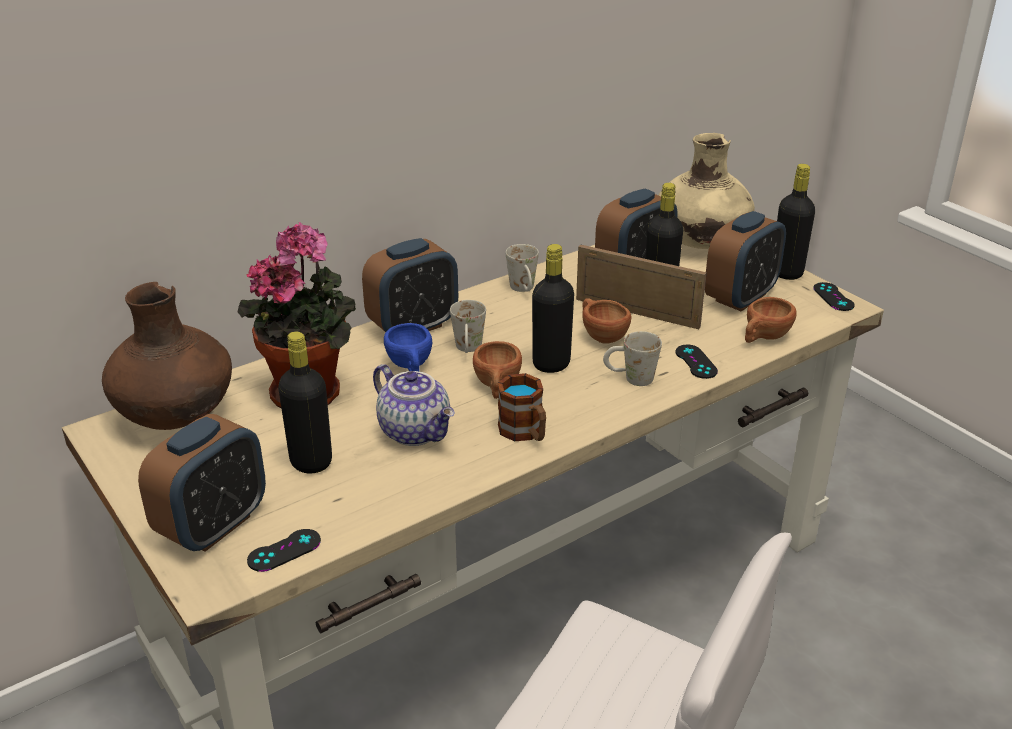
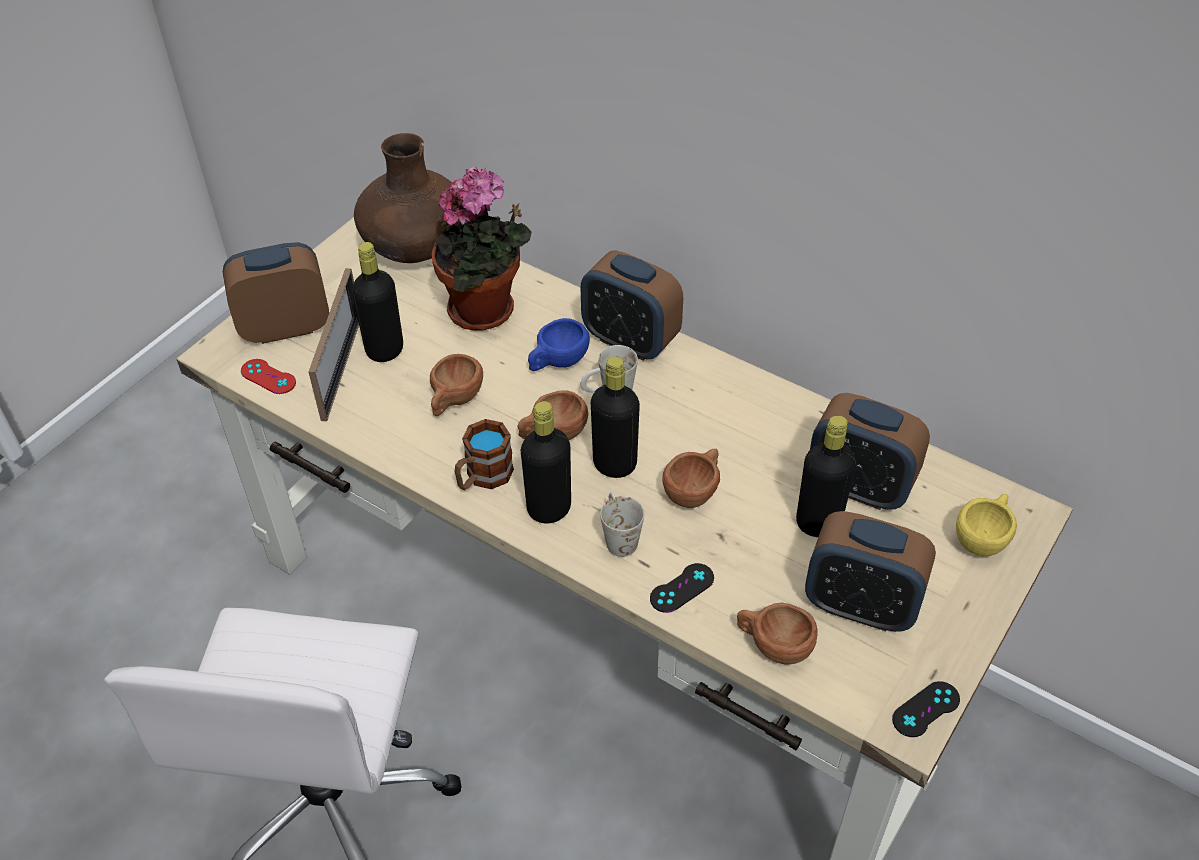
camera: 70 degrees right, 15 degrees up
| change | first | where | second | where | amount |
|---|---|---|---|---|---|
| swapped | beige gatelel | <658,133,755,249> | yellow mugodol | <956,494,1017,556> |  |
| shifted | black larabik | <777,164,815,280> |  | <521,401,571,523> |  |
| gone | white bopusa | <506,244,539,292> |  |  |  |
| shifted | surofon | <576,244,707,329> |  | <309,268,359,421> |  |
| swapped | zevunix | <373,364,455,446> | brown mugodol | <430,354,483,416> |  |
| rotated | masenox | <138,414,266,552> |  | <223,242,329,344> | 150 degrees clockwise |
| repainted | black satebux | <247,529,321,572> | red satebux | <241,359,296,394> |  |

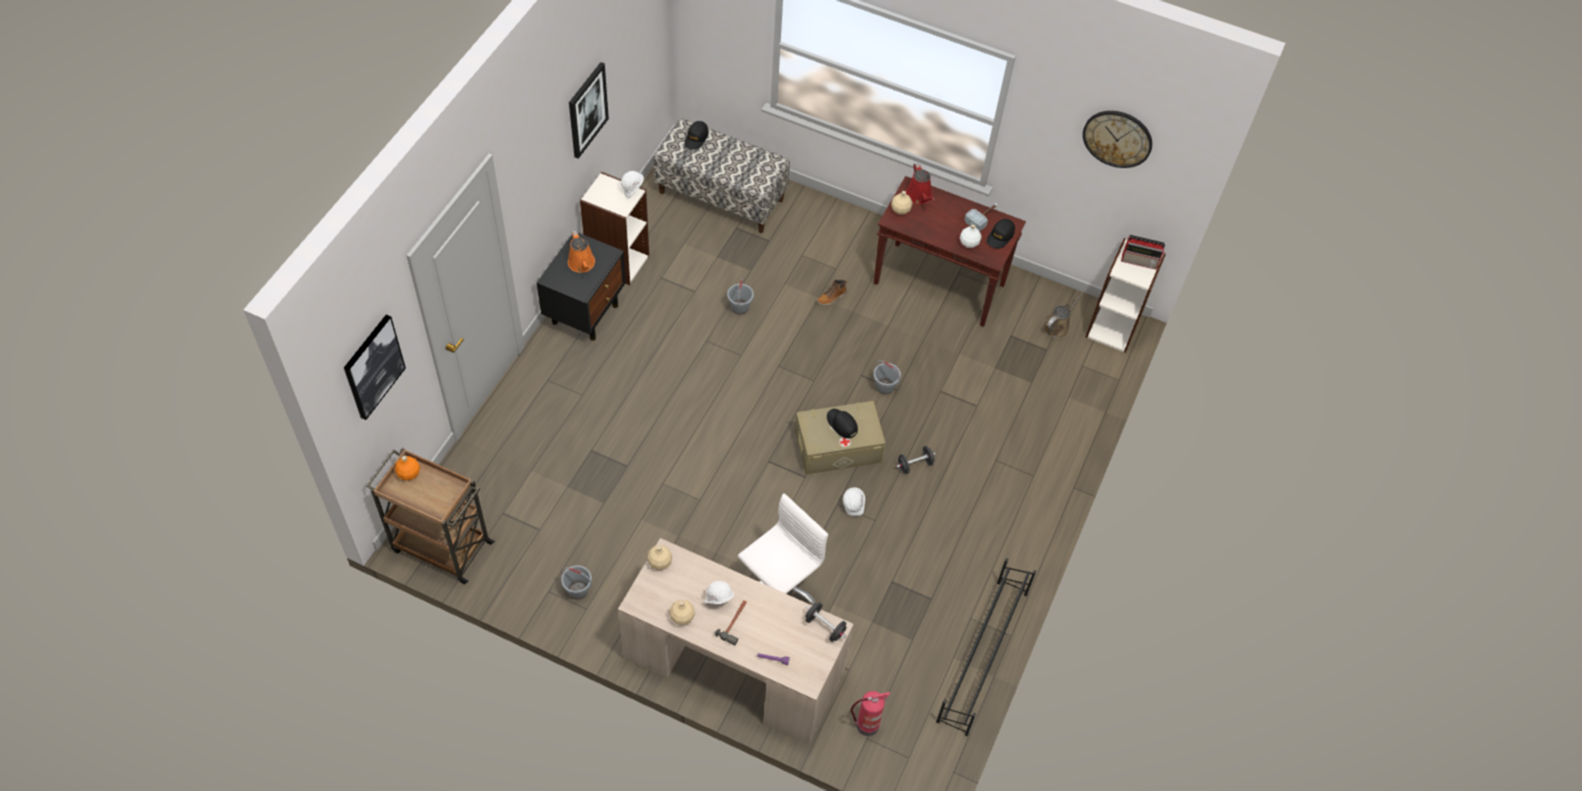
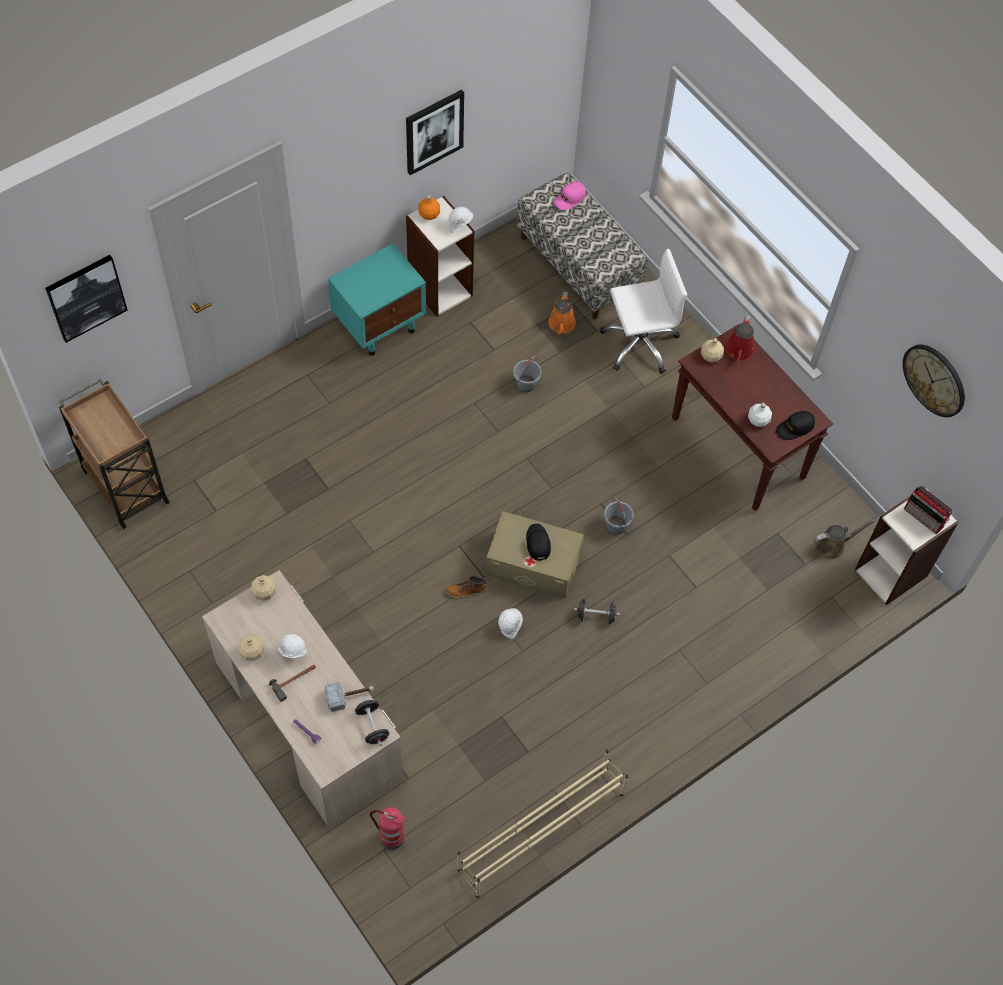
camera: 30 degrees right, 5 degrees up
| change | first | where | second | where | amount |
|---|---|---|---|---|---|
| repainted | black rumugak | <685,121,709,150> | pink rumugak | <553,182,586,210> |  |
| shifted | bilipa | <964,203,998,231> |  | <324,682,374,712> |  |
| shifted | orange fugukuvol | <568,230,595,273> |  | <548,291,576,335> |  |
| repainted | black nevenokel | <536,233,626,341> | turquoise nevenokel | <328,243,426,356> |  |
| shifted | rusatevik | <817,280,847,306> |  | <446,576,487,599> |  |
| shifted | orange larabik | <395,456,420,481> |  | <418,195,440,220> |  |
| shifted | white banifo | <738,493,828,606> |  | <600,249,687,374> |  |
| repainted | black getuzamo | <936,559,1036,736> | beige getuzamo | <457,750,629,898> |  |
| gone | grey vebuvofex | <561,566,592,599> |  |  |  |

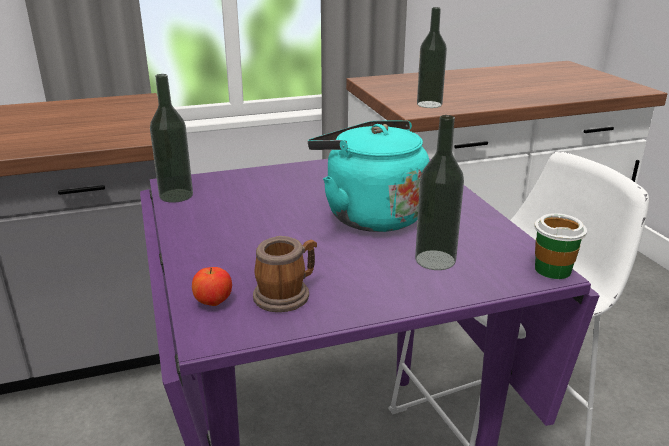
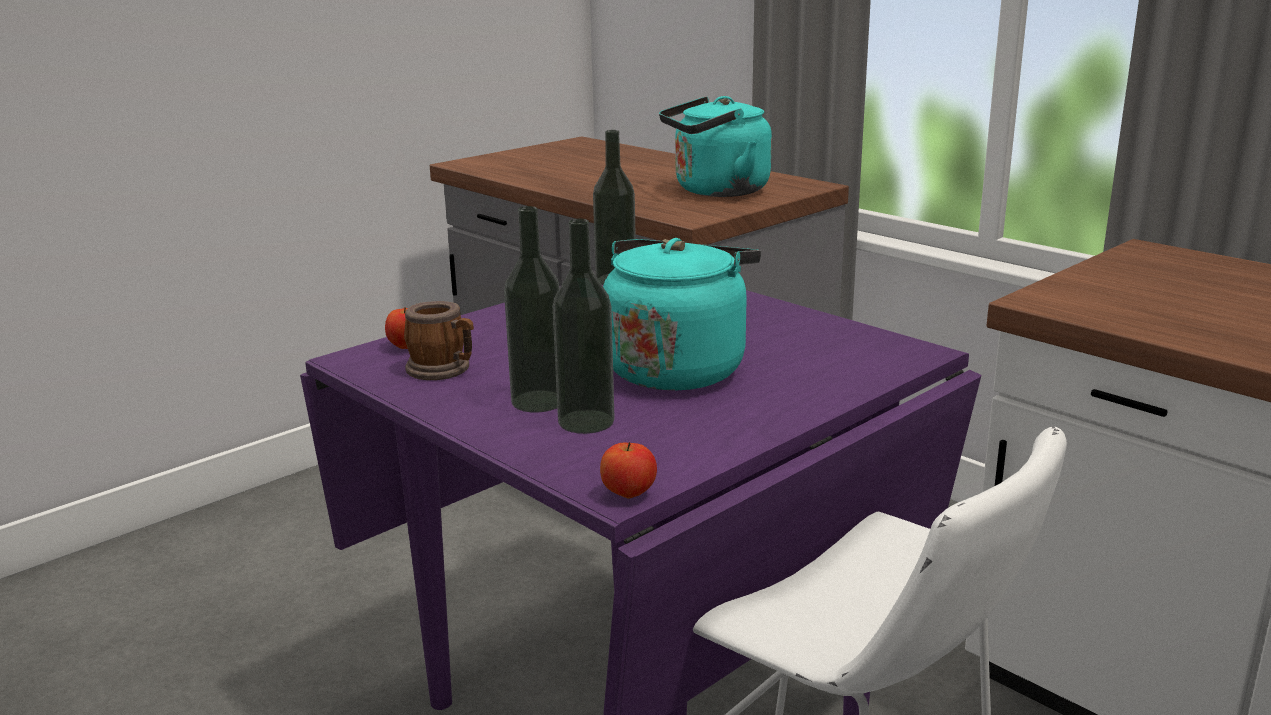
camera: 65 degrees right, 5 degrees down
| change | first | where | second | where | amount |
|---|---|---|---|---|---|
| shifted | larabik | <417,7,447,108> |  | <504,206,560,413> |  |
| swapped | mugodol | <534,213,587,279> | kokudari | <600,442,657,499> |  |
| new |  |  | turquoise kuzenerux | <659,96,772,197> |  |

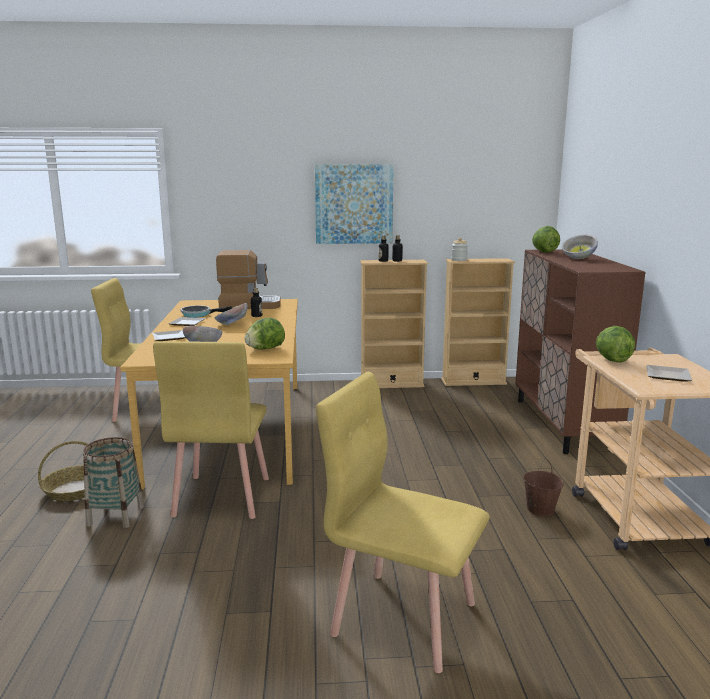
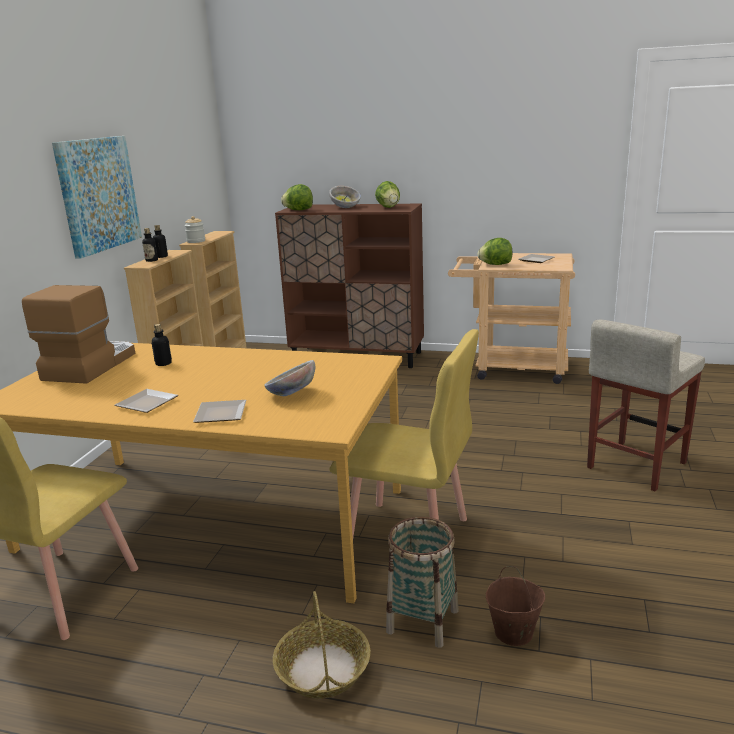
camera: 70 degrees left, 5 degrees up
| change | first | where | second | where | amount |
|---|---|---|---|---|---|
| gone | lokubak | <215,303,248,325> |  |  |  |
| gone | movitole | <180,305,232,318> |  |  |  |
| shifted | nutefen | <245,318,285,350> |  | <375,181,400,208> |  |
| swapped | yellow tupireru | <316,372,490,673> | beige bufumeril | <587,320,705,491> |  |
| shifted | brown vebuvofex | <524,459,564,516> |  | <486,566,545,646> |  |

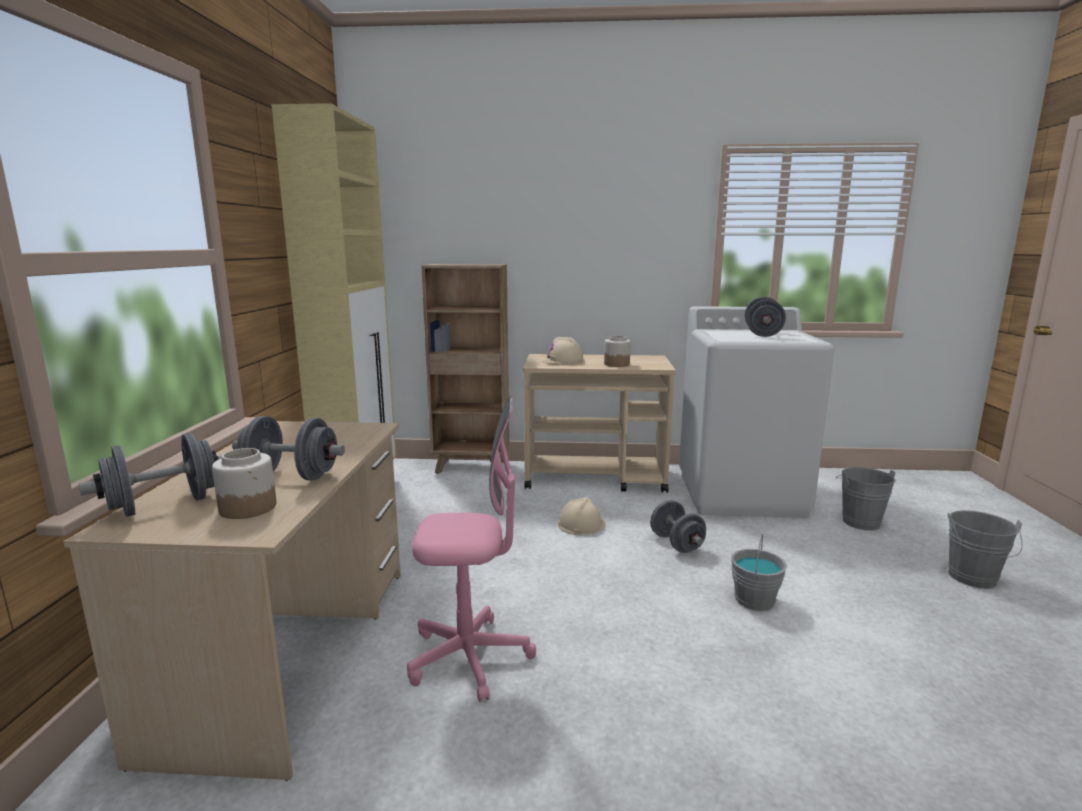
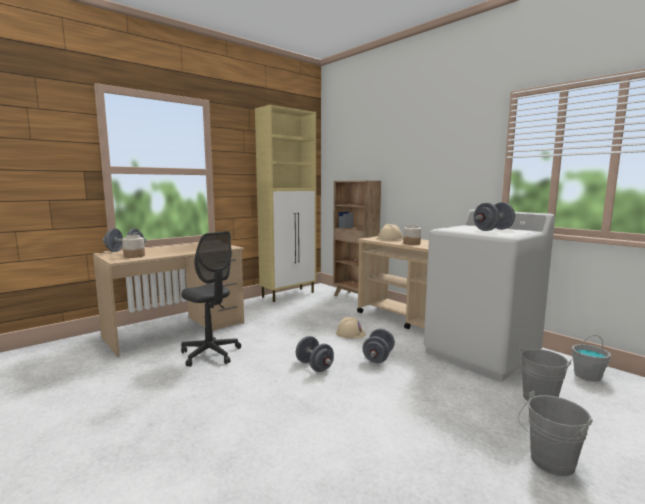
camera: 45 degrees right, 5 degrees down
| change | first | where | second | where | amount |
|---|---|---|---|---|---|
| repainted | pink banifo | <407,396,536,702> | grey banifo | <181,231,241,367> |  |
| shifted | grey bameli | <232,416,345,481> |  | <296,336,334,372> |  |
| shifted | grey vebuvofex | <731,534,787,611> |  | <572,335,611,381> |  |

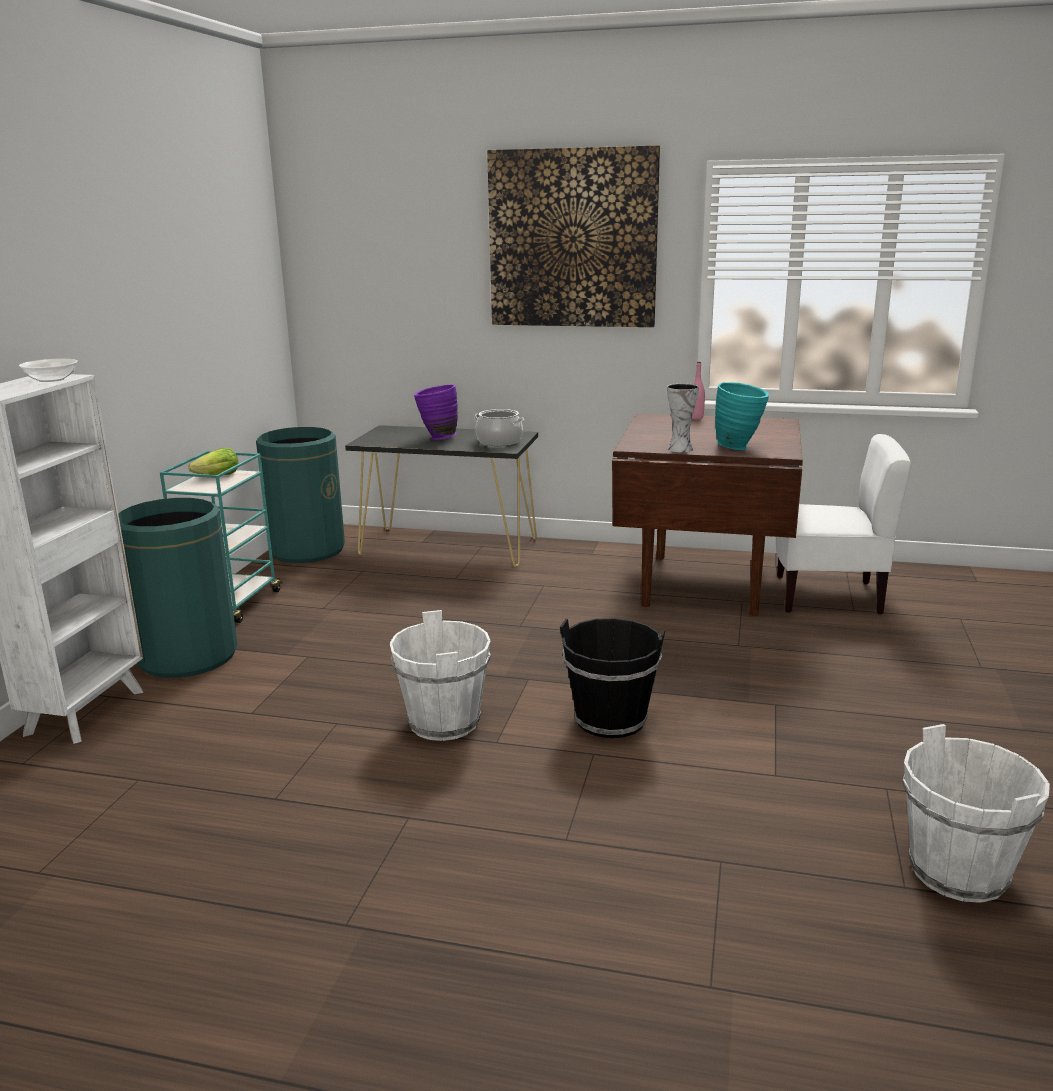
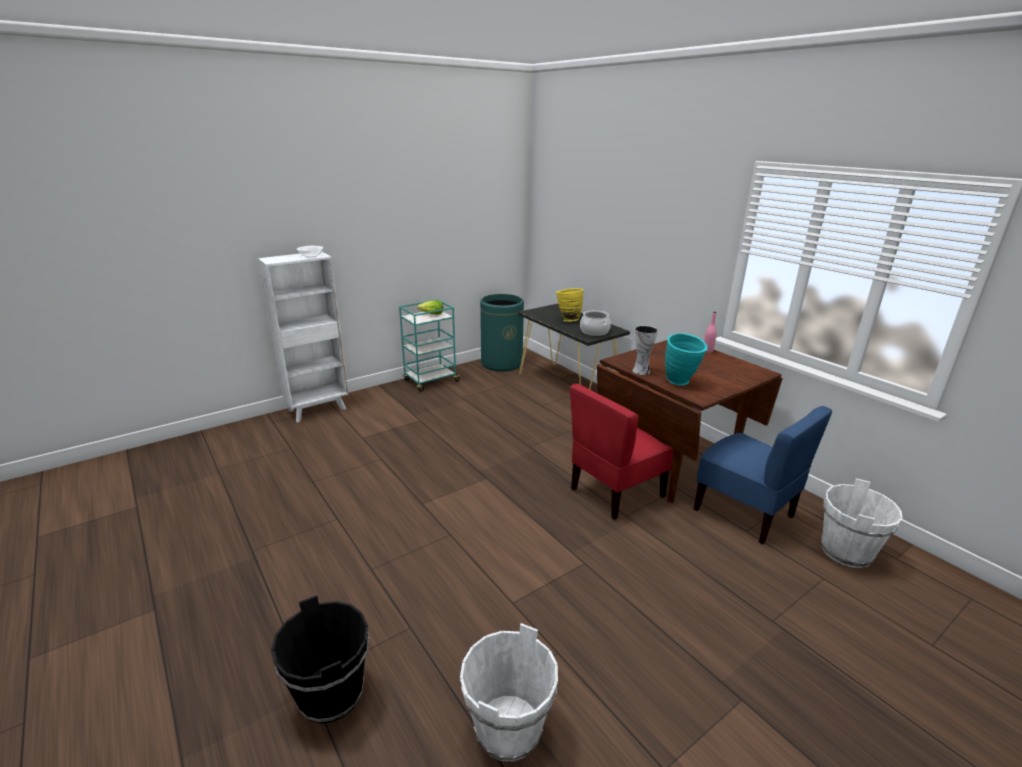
camera: 40 degrees right, 5 degrees up
| change | first | where | second | where | amount |
|---|---|---|---|---|---|
| gone | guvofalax | <487,145,660,327> |  |  |  |
| repainted | purple gatelel | <414,385,458,440> | yellow gatelel | <556,288,583,322> |  |
| repainted | white tupireru | <776,434,911,615> | blue tupireru | <693,406,832,544> |  |
| gone | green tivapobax | <118,498,237,678> |  |  |  |
| shifted | white vebuvofex | <390,610,491,741> |  | <821,478,903,568> |  |
| shifted | black vebuvofex | <560,618,665,738> |  | <271,595,369,724> |  |
| new |  |  | red tupireru | <570,384,673,520> |  |

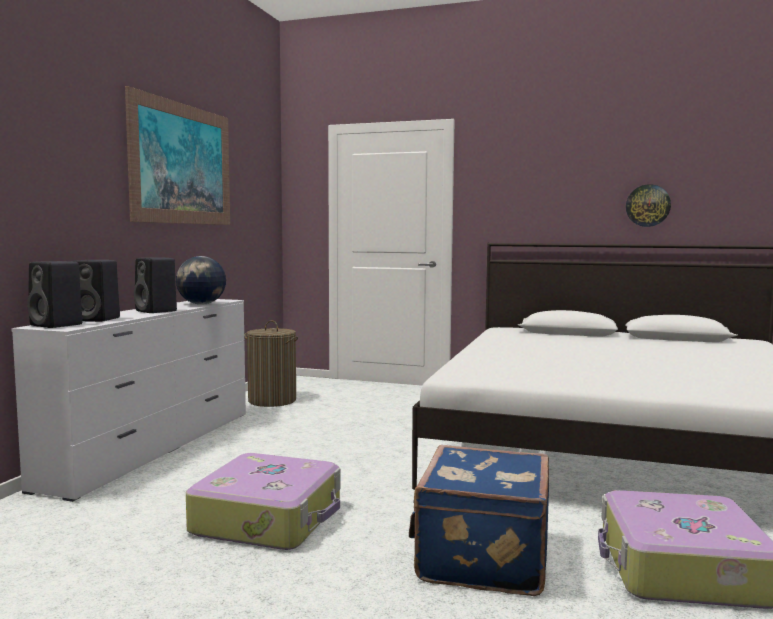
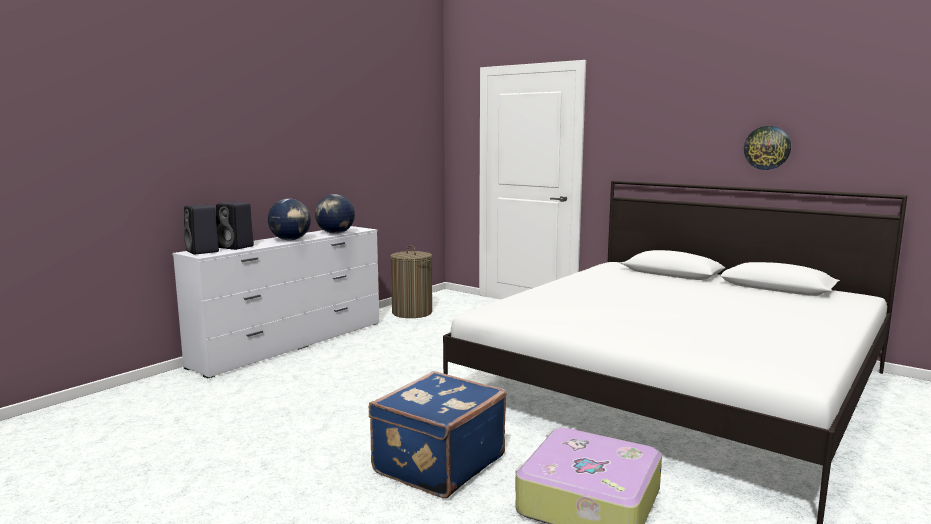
camera: 20 degrees right, 5 degrees up
| change | first | where | second | where | amount |
|---|---|---|---|---|---|
| gone | guvofalax | <125,86,230,225> |  |  |  |
| swapped | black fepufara | <134,257,177,313> | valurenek | <268,199,311,241> |  |
| gone | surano | <186,453,340,550> |  |  |  |

